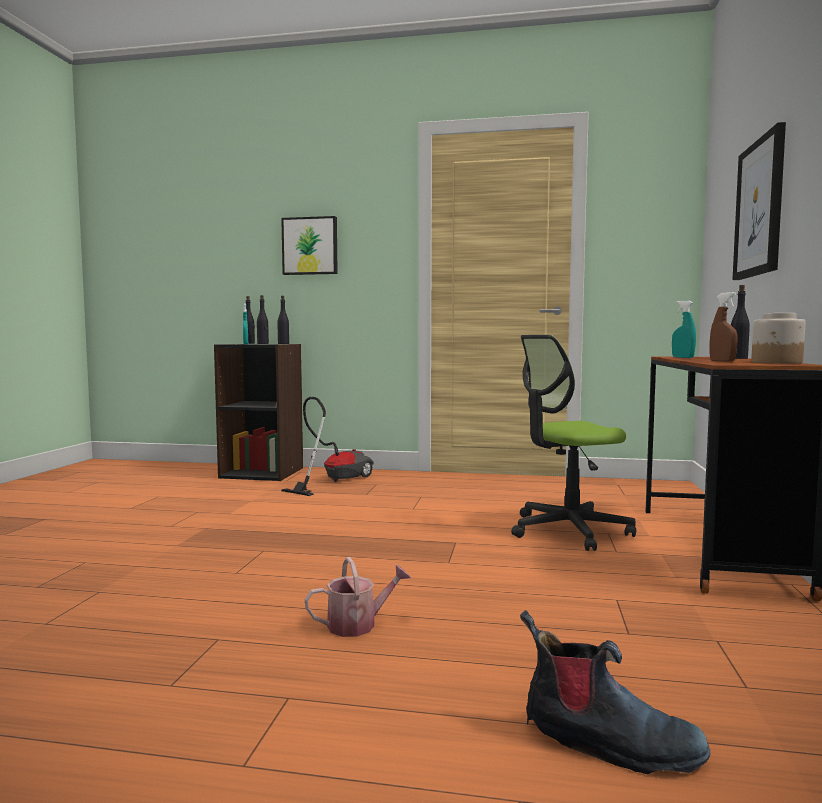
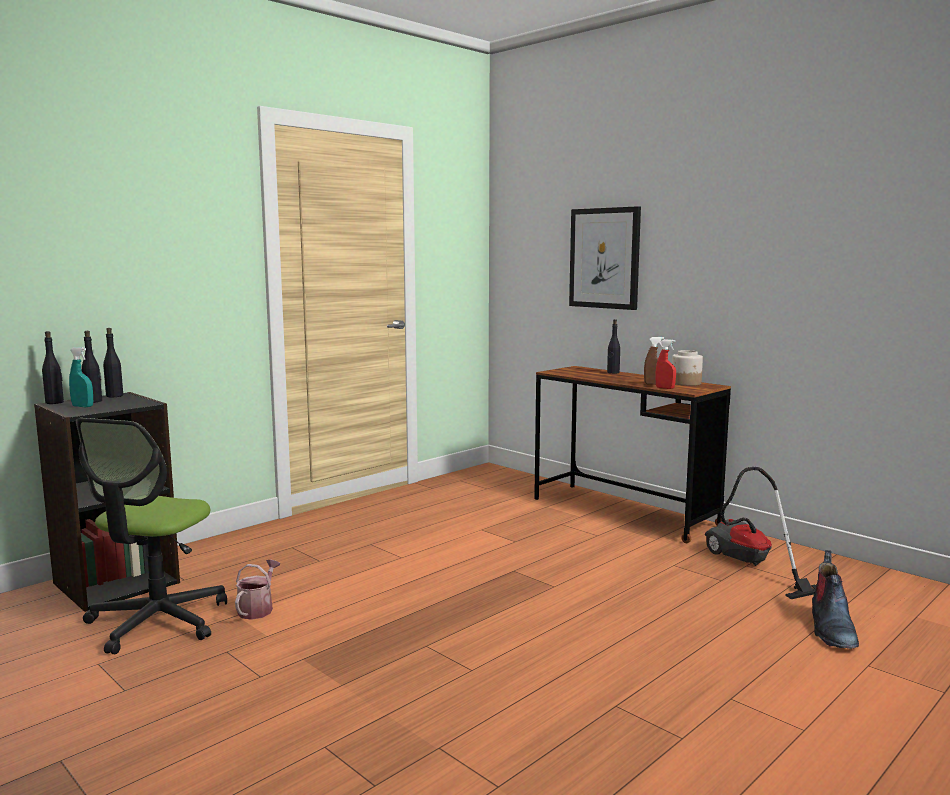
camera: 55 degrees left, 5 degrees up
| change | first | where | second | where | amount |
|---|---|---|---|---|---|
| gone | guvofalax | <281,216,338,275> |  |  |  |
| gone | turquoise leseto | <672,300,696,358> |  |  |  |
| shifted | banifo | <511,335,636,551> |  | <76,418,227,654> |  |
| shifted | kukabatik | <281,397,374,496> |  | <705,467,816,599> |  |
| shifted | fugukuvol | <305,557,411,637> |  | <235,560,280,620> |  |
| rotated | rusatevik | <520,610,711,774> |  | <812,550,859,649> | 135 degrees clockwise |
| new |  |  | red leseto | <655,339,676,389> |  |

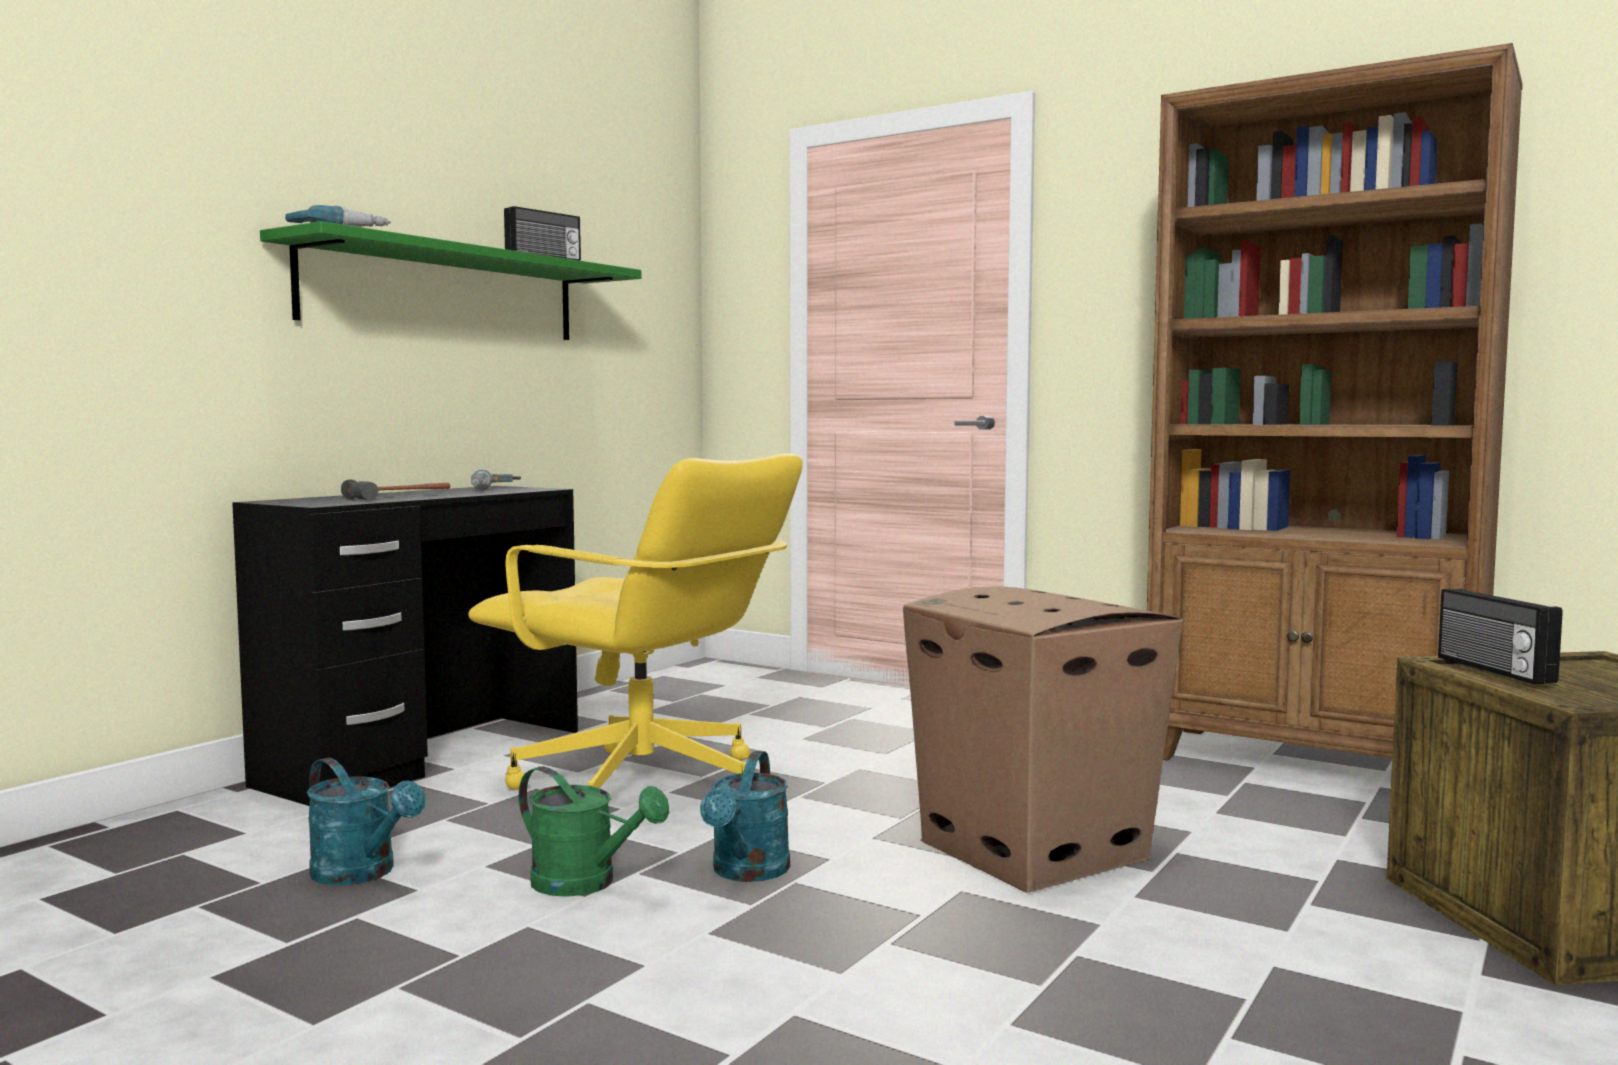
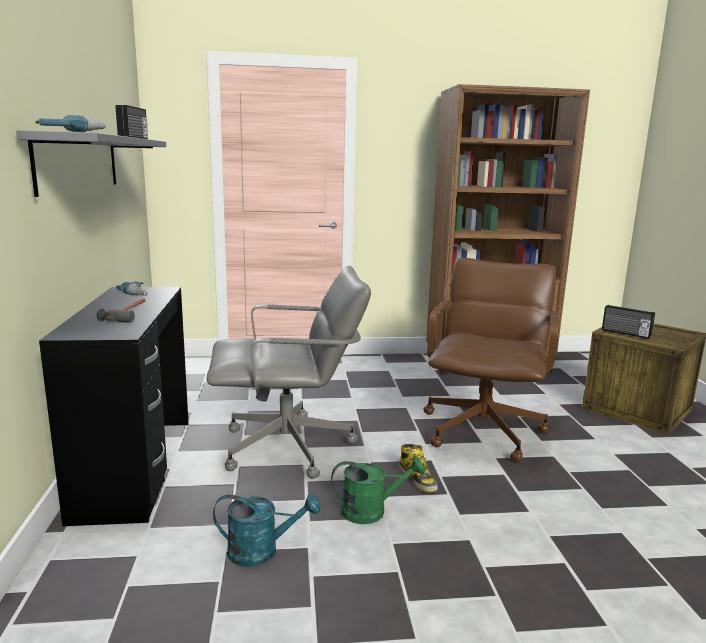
camera: 40 degrees left, 10 degrees up
| change | first | where | second | where | amount |
|---|---|---|---|---|---|
| repainted | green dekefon | <260,221,642,340> | grey dekefon | <16,130,166,197> |  |
| repainted | yellow banifo | <468,453,803,790> | grey banifo | <207,266,371,479> |  |
| swapped | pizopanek | <903,586,1183,893> | brown banifo | <424,258,559,462> |  |
| swapped | turquoise fugukuvol | <700,751,790,882> | rusatevik | <399,444,438,493> |  |

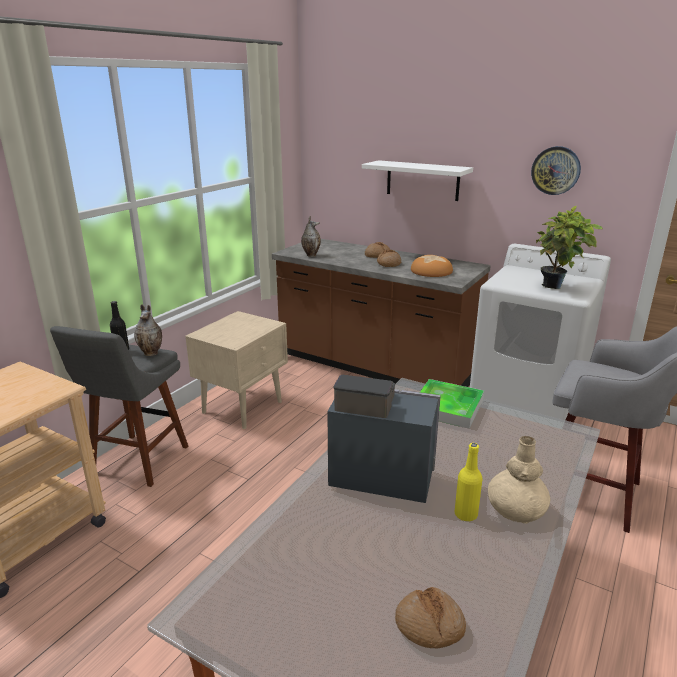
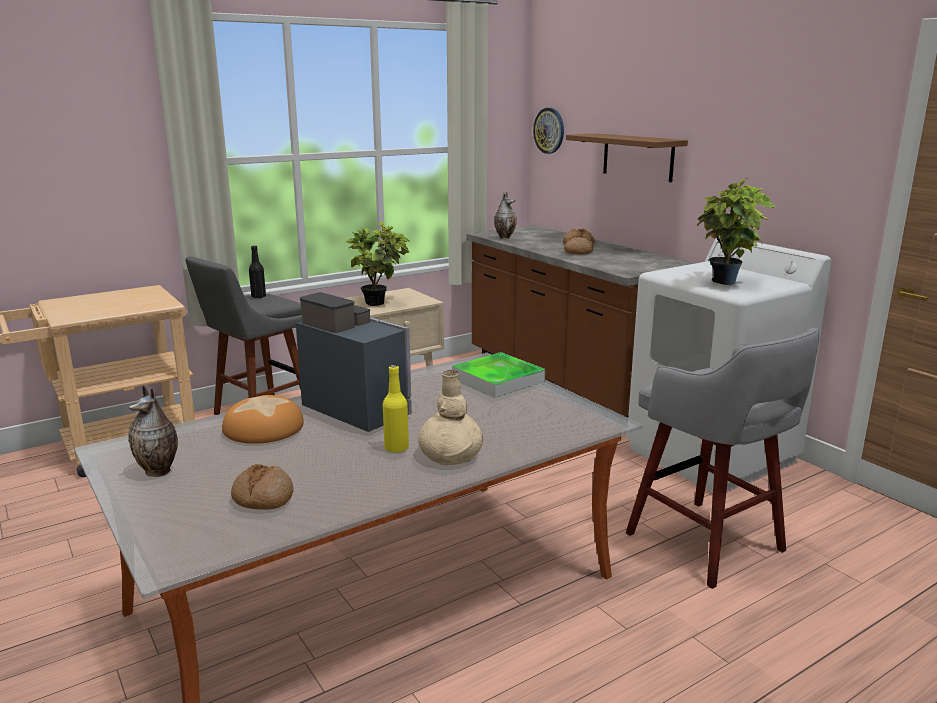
camera: 25 degrees right, 5 degrees down
| change | first | where | second | where | amount |
|---|---|---|---|---|---|
| shifted | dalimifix | <531,146,581,195> |  | <533,108,564,154> |  |
| repainted | white dekefon | <362,160,473,201> | brown dekefon | <566,133,688,182> |  |
| shifted | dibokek | <411,255,453,277> |  | <222,395,304,444> |  |
| shifted | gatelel | <134,304,162,356> |  | <128,385,178,477> |  |
| new |  |  | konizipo | <345,221,410,306> |  |

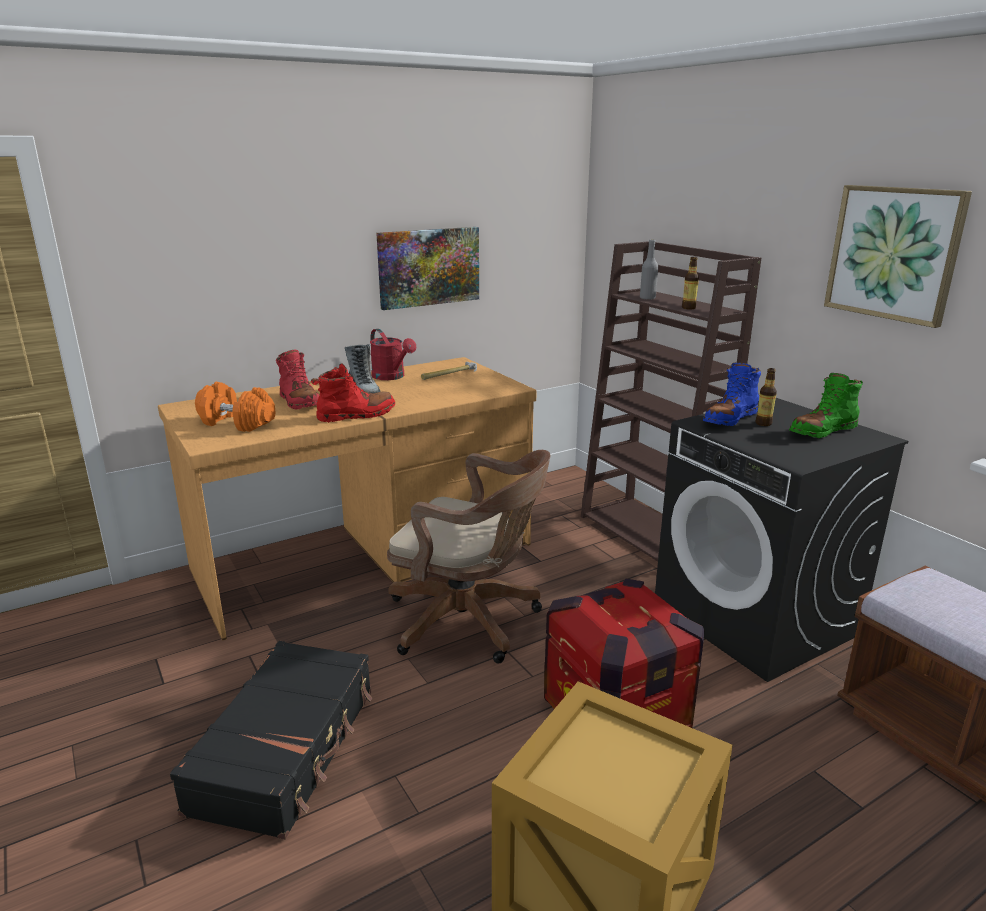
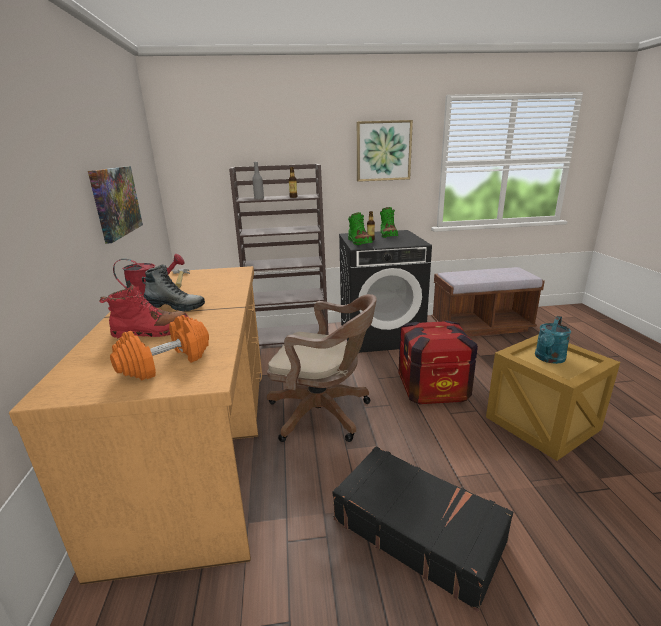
camera: 65 degrees left, 0 degrees up
| change | first | where | second | where | amount |
|---|---|---|---|---|---|
| repainted | blue rusatevik | <703,363,761,426> | green rusatevik | <348,212,373,245> |  |
| gone | red rusatevik | <311,364,395,423> |  |  |  |
| rotated | brown banifo | <387,450,550,664> |  | <267,294,377,442> | 60 degrees clockwise |
| new |  |  | turquoise fugukuvol | <535,316,571,364> |  |

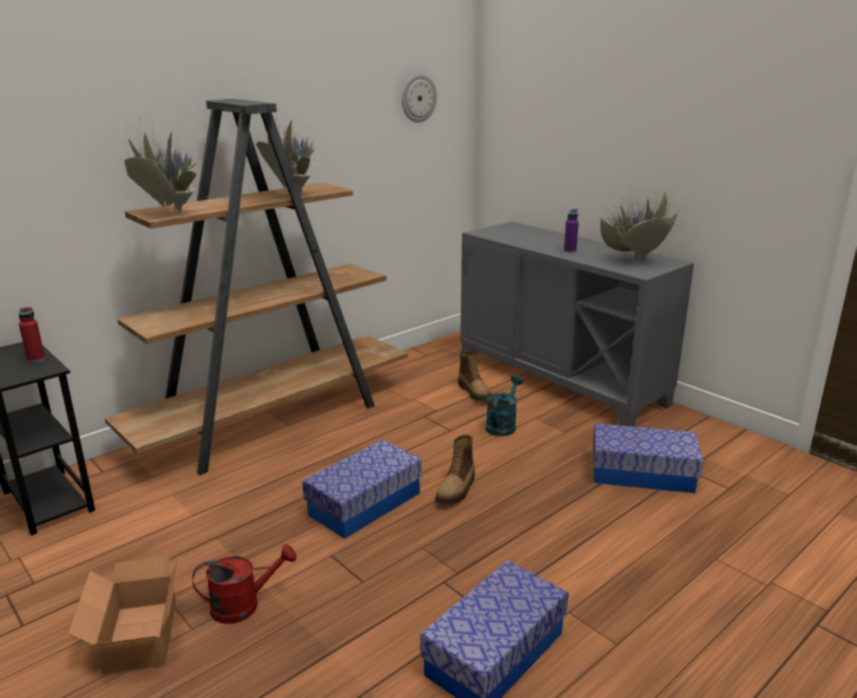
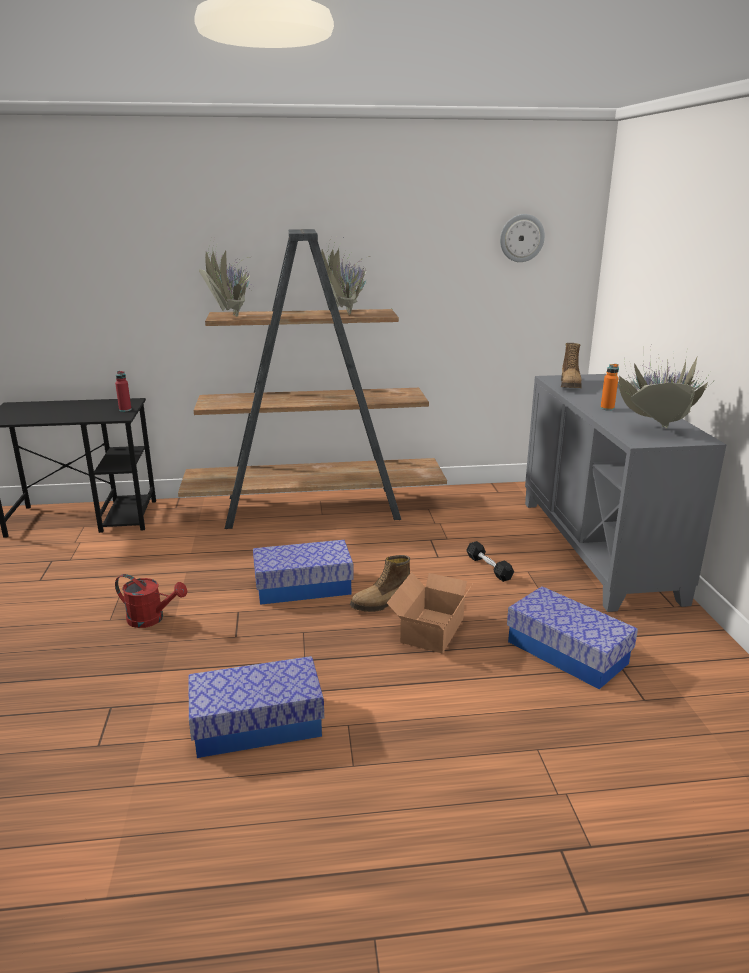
camera: 35 degrees right, 0 degrees up
| change | first | where | second | where | amount |
|---|---|---|---|---|---|
| repainted | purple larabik | <564,209,579,253> | orange larabik | <600,364,619,411> |  |
| shifted | rusatevik | <458,351,492,401> |  | <561,343,582,388> |  |
| swapped | turquoise fugukuvol | <486,375,523,436> | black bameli | <466,541,514,582> |  |
| shifted | pizopanek | <69,556,180,674> |  | <387,572,474,654> |  |

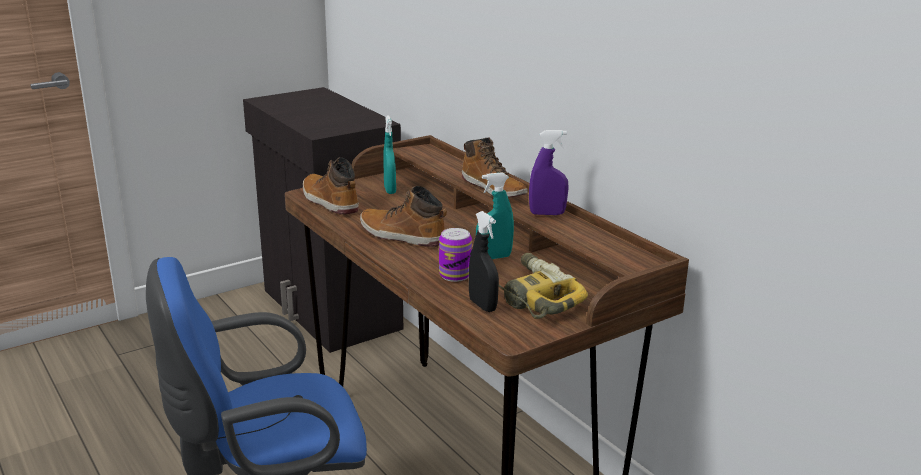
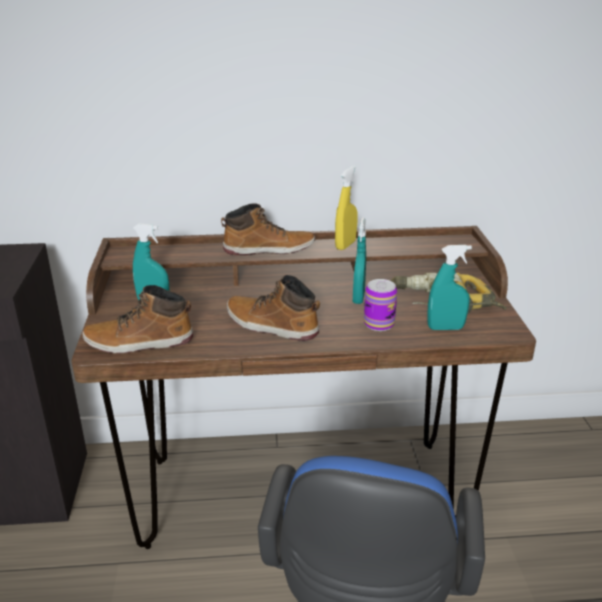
camera: 60 degrees left, 5 degrees up
| change | first | where | second | where | amount |
|---|---|---|---|---|---|
| repainted | purple leseto | <529,130,569,215> | yellow leseto | <335,166,358,250> |  |
| rotated | rusatevik | <360,186,447,247> |  | <227,275,320,341> | 60 degrees clockwise |
| repainted | black leseto | <469,211,499,312> | turquoise leseto | <427,245,472,330> |  |

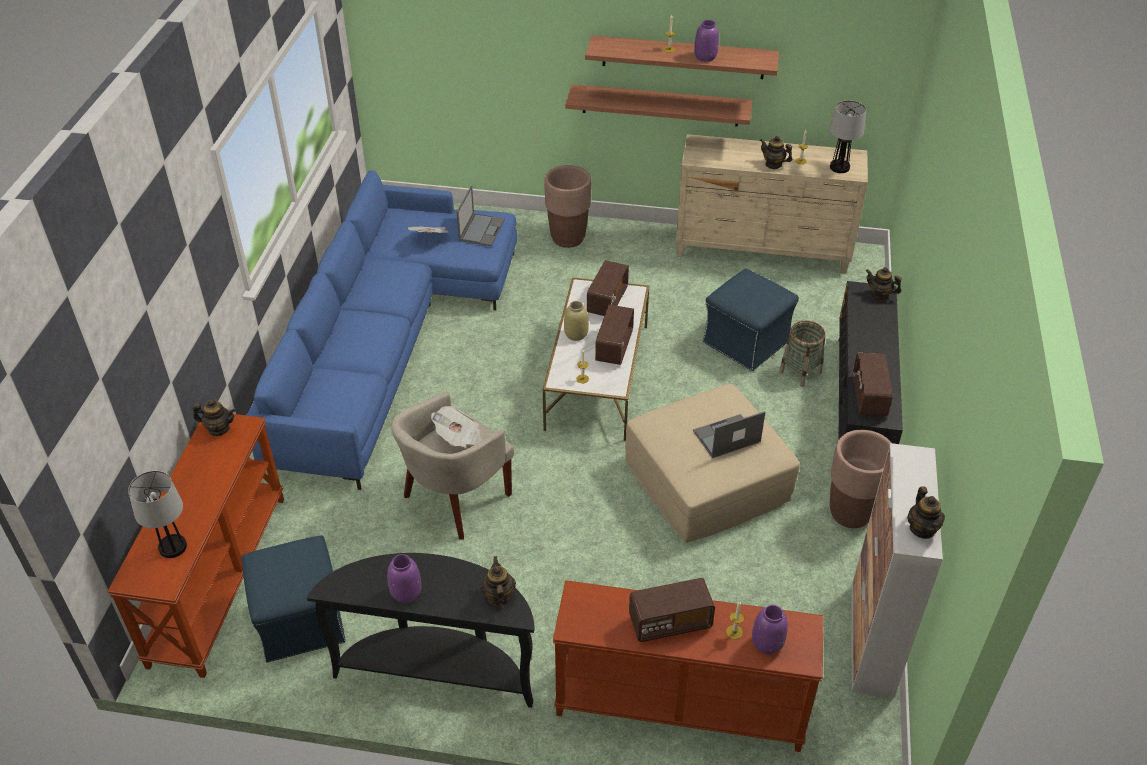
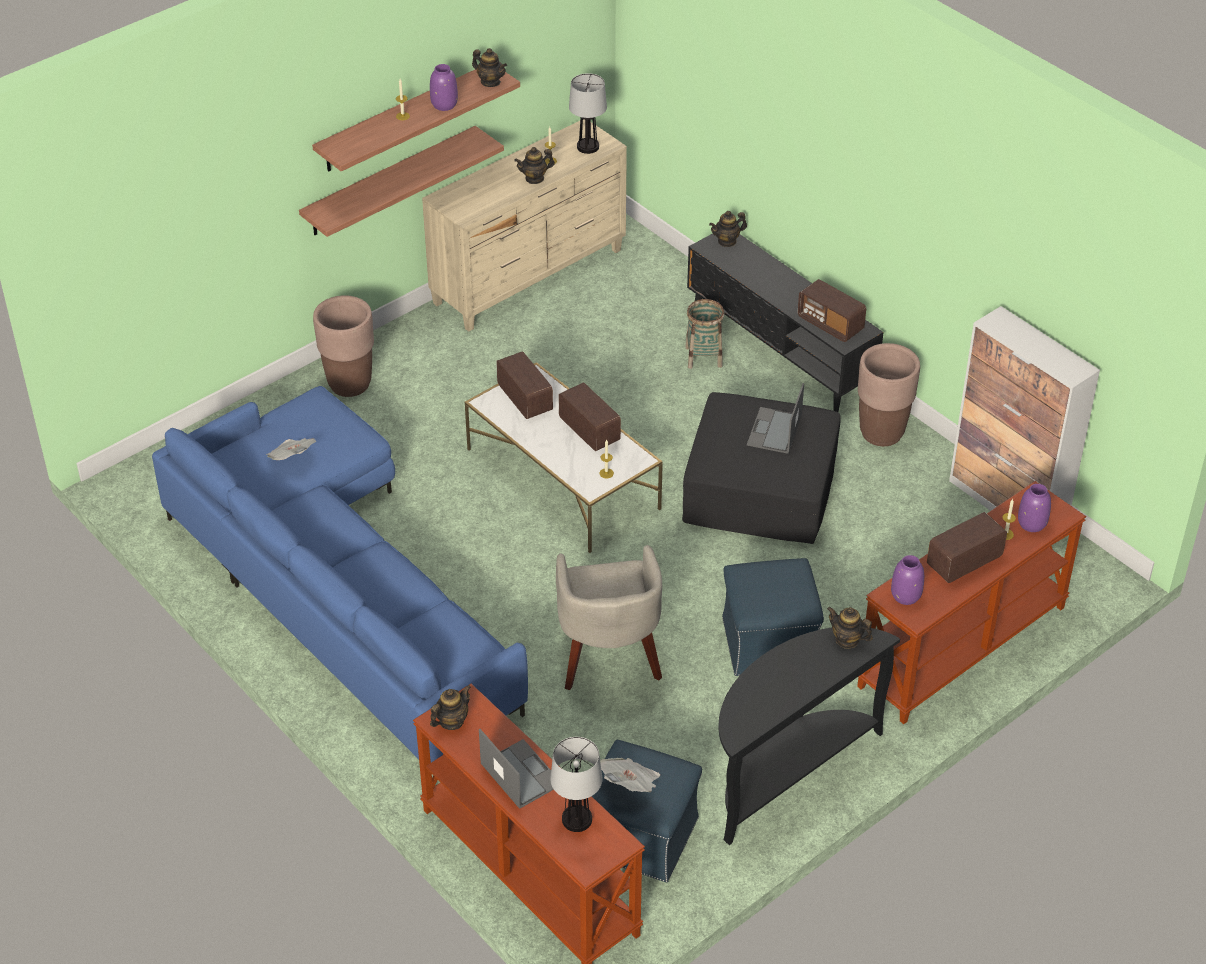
camera: 50 degrees left, 0 degrees up
| change | first | where | second | where | amount |
|---|---|---|---|---|---|
| shifted | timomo | <457,186,505,246> |  | <479,729,554,809> |  |
| shifted | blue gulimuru | <703,268,799,371> |  | <722,558,824,676> |  |
| gone | beige gatelel | <564,301,589,341> |  |  |  |
| repainted | beige gulimuru | <625,384,800,543> | black gulimuru | <682,392,841,544> |  |
| shifted | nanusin | <431,406,482,448> |  | <600,758,660,792> |  |
| shifted | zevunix | <907,486,945,539> |  | <472,48,507,87> |  |
| shifted | purple gatelel | <387,554,422,603> |  | <891,555,924,605> |  |
| rotated | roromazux | <629,578,715,642> |  | <927,512,1007,583> | 150 degrees counterclockwise |

